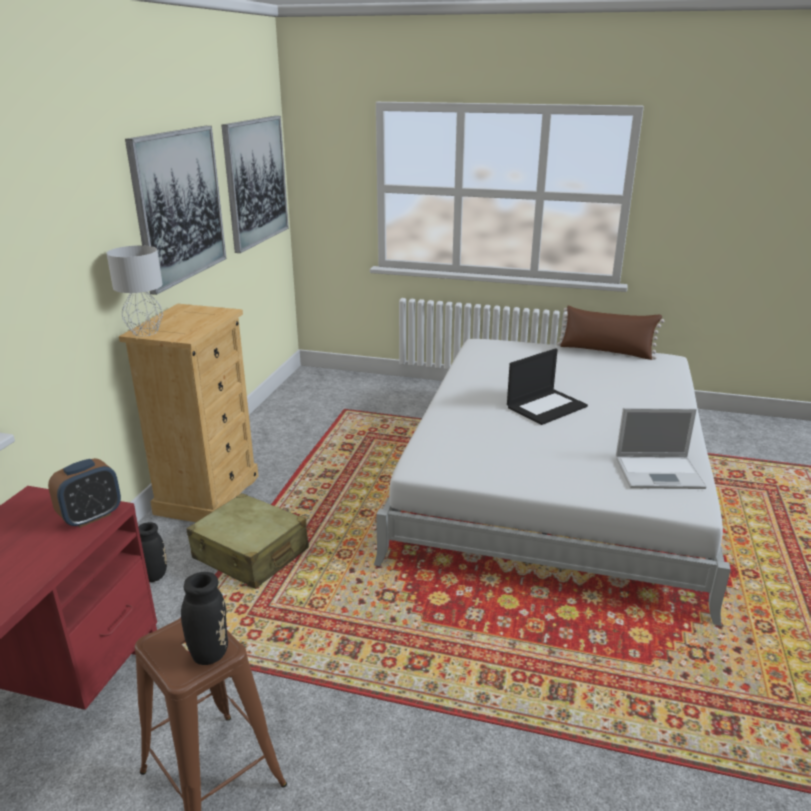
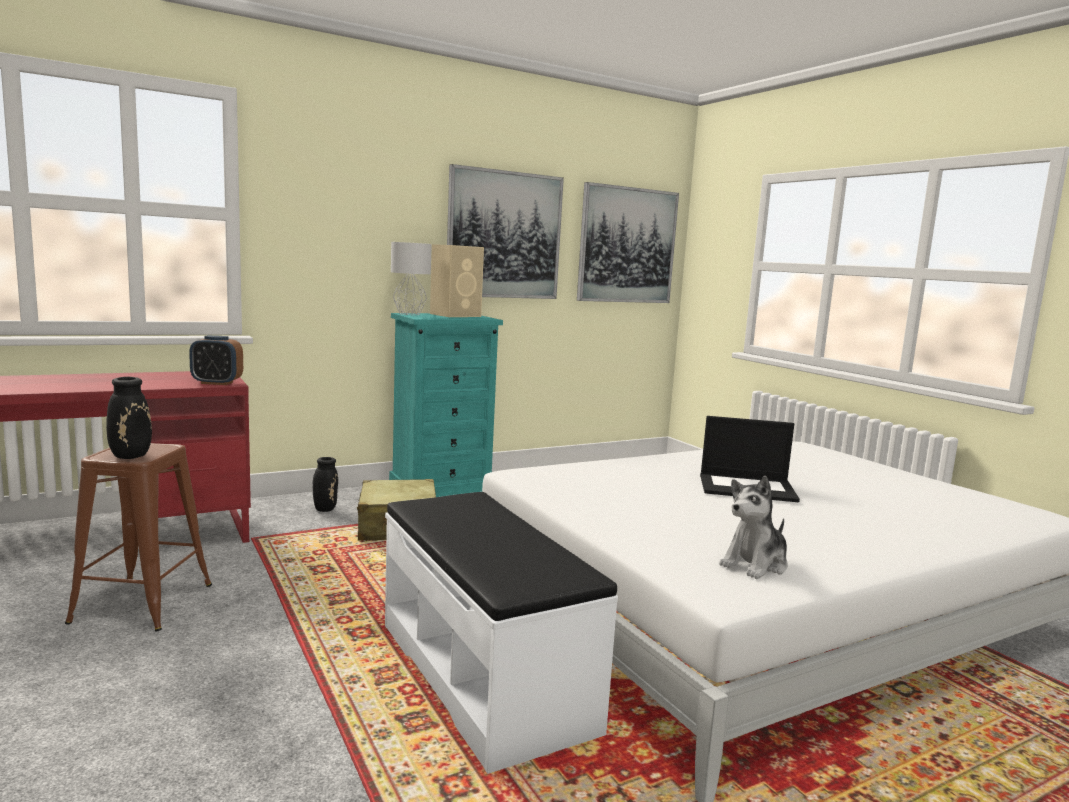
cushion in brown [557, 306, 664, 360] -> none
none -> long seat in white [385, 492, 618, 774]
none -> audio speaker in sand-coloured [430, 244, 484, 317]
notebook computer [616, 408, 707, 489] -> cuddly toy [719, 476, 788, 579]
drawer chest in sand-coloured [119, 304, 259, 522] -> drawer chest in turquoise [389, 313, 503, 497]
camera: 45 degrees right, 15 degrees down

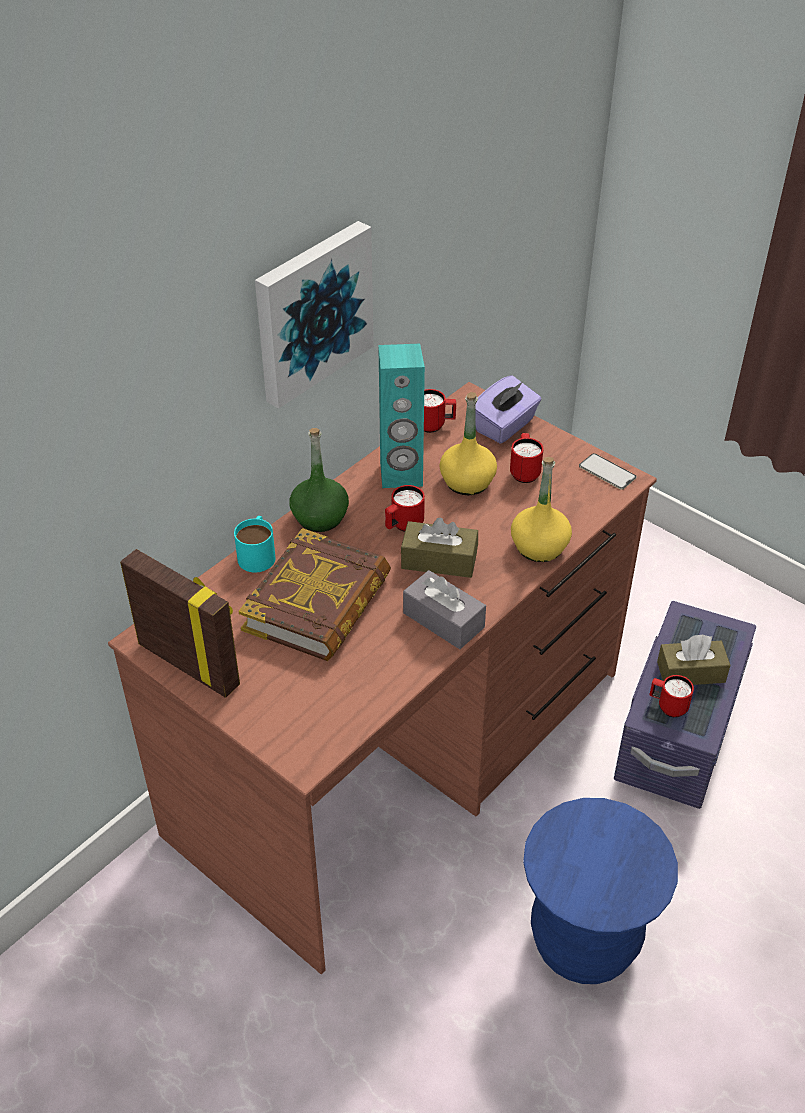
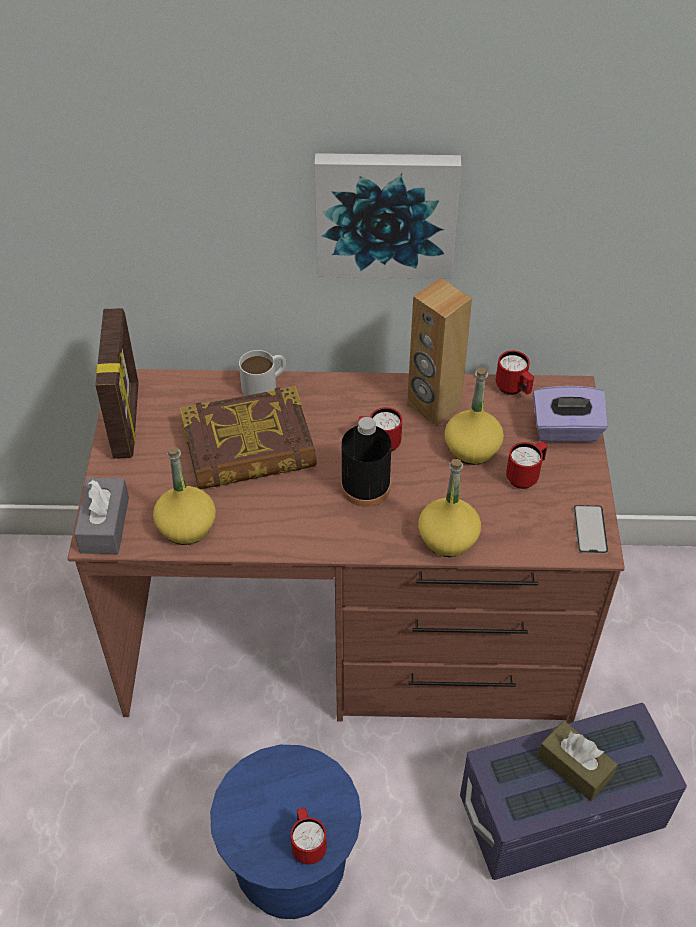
beverage bottle in green [289, 428, 349, 532] -> none
none -> beverage bottle in yellowish [153, 447, 216, 545]
box of tissues in greyish [403, 570, 486, 649] -> box of tissues in greyish [74, 478, 129, 554], relocated
coffee mug in red-coloured [649, 675, 694, 717] -> coffee mug in red-coloured [291, 808, 327, 865], relocated
box of tissues in brown [401, 518, 478, 578] -> beverage bottle in blackish [341, 417, 392, 507]
coffee mug in turquoise [234, 516, 276, 572] -> coffee mug in white [239, 350, 286, 396]
audio speaker in turquoise [378, 344, 425, 488] -> audio speaker in brown [407, 278, 472, 426]
camera: 50 degrees right, 5 degrees up

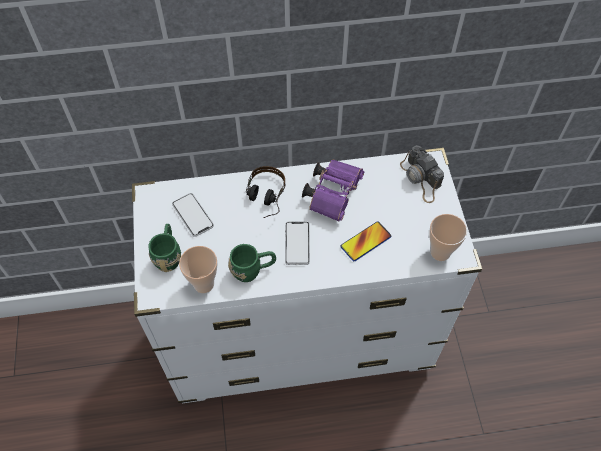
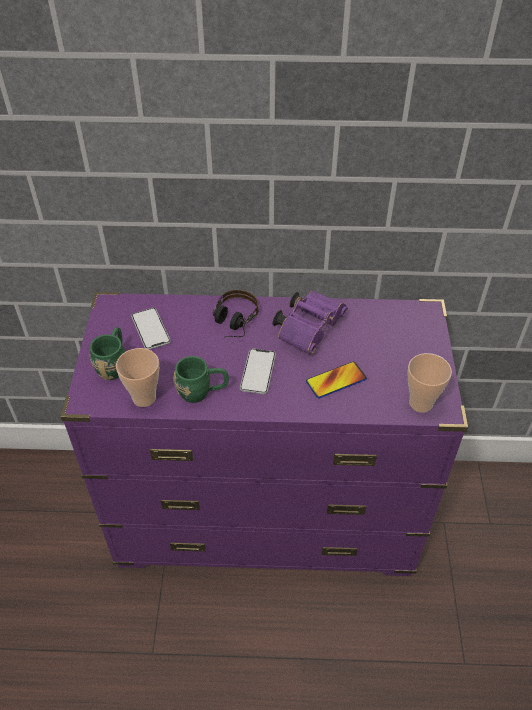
photo camera [400, 145, 444, 203] -> none
drawer chest in white [132, 148, 482, 403] -> drawer chest in purple-coloured [60, 292, 468, 576]
camera: 10 degrees right, 10 degrees down

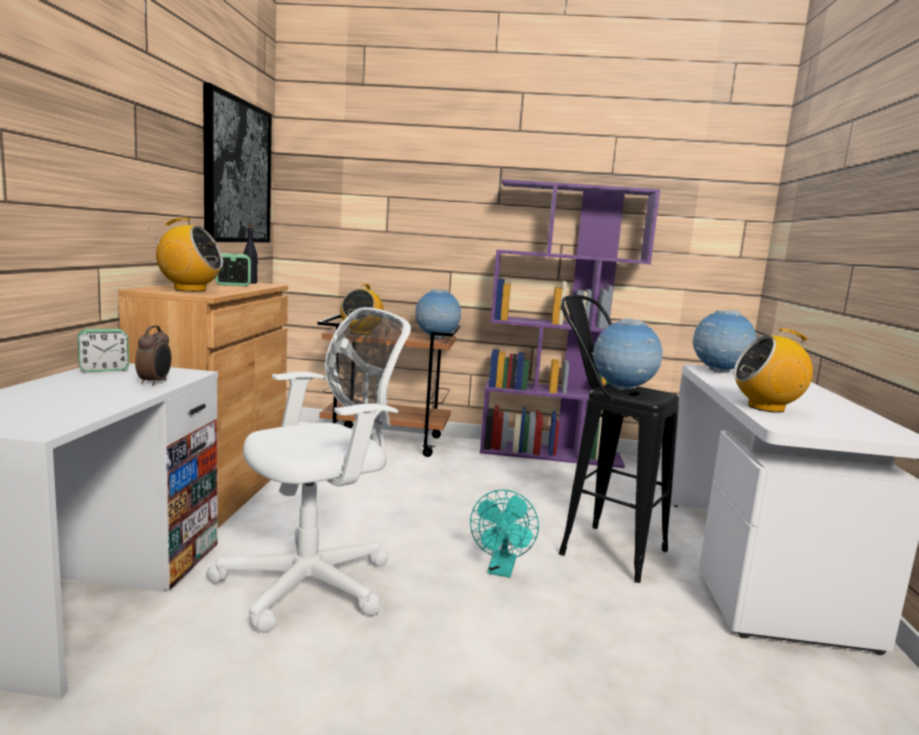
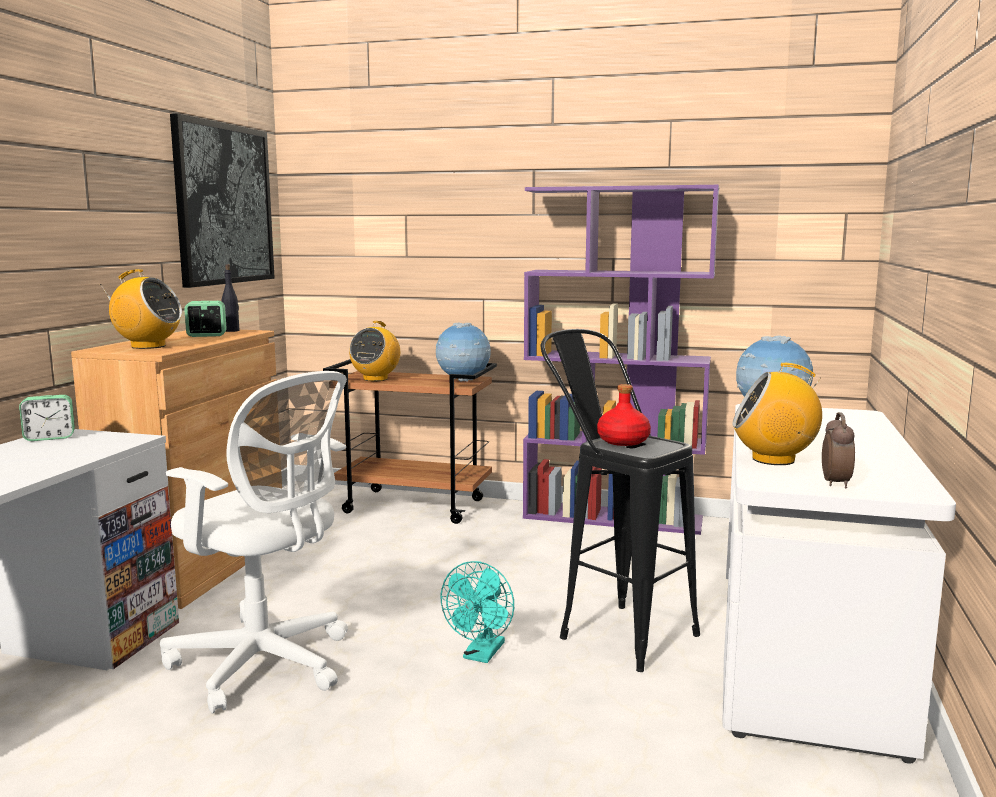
alarm clock [135, 325, 171, 386] -> alarm clock [822, 412, 855, 489], relocated
world globe [591, 318, 663, 390] -> beverage bottle in red-coloured [597, 384, 651, 446]
desk chair in white [206, 307, 411, 633] -> desk chair in white [160, 371, 348, 714], 60 degrees clockwise
camera: 10 degrees right, 0 degrees up

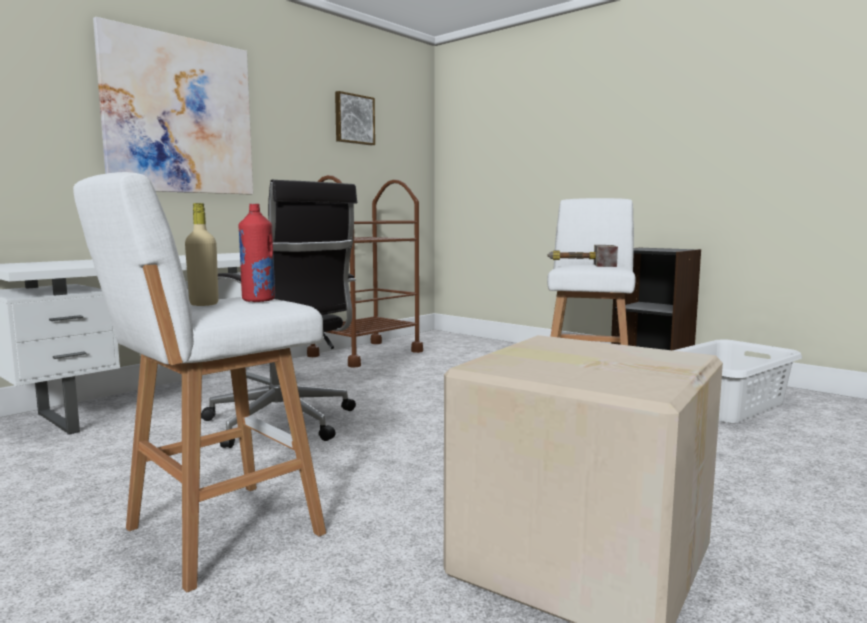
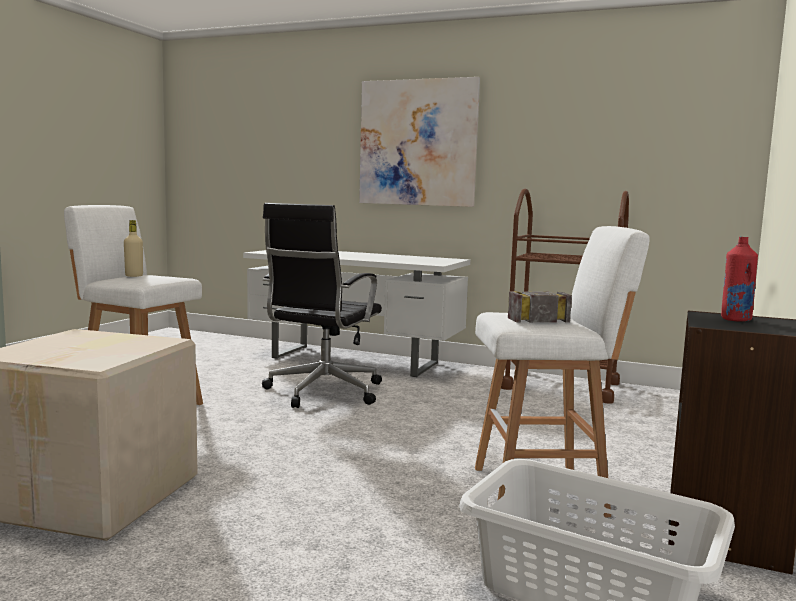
wall picture [335, 91, 375, 146] -> none
beverage bottle in red-coloured [238, 204, 275, 302] -> beverage bottle in red-coloured [721, 237, 758, 322], relocated
camera: 70 degrees right, 0 degrees up

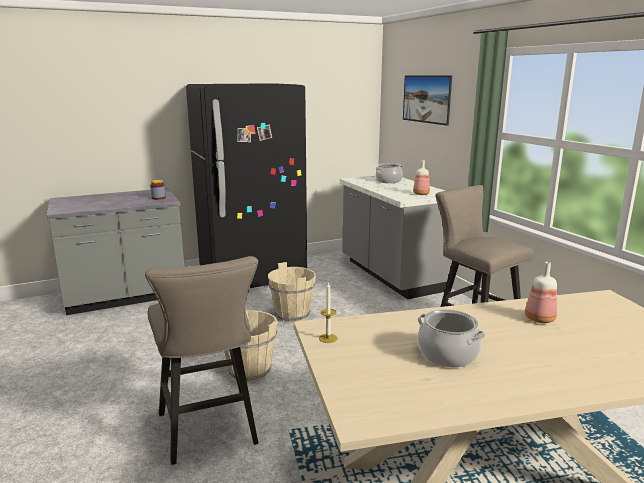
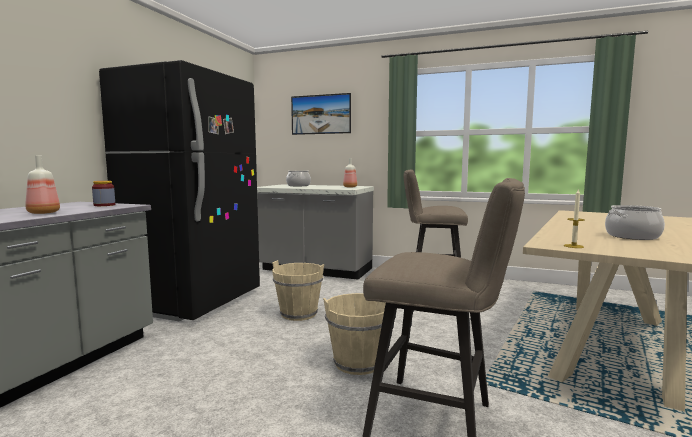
beverage bottle [525, 262, 557, 323] -> beverage bottle [25, 156, 60, 214], relocated
camera: 45 degrees left, 10 degrees down

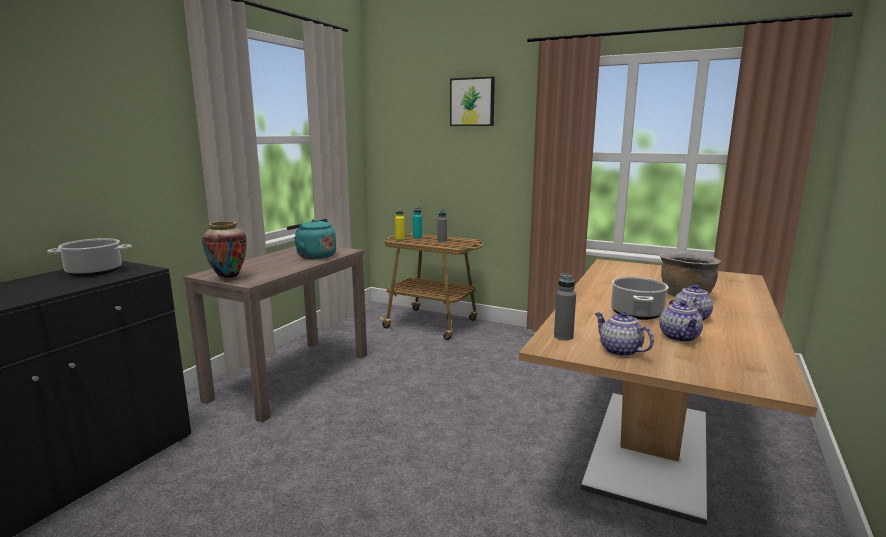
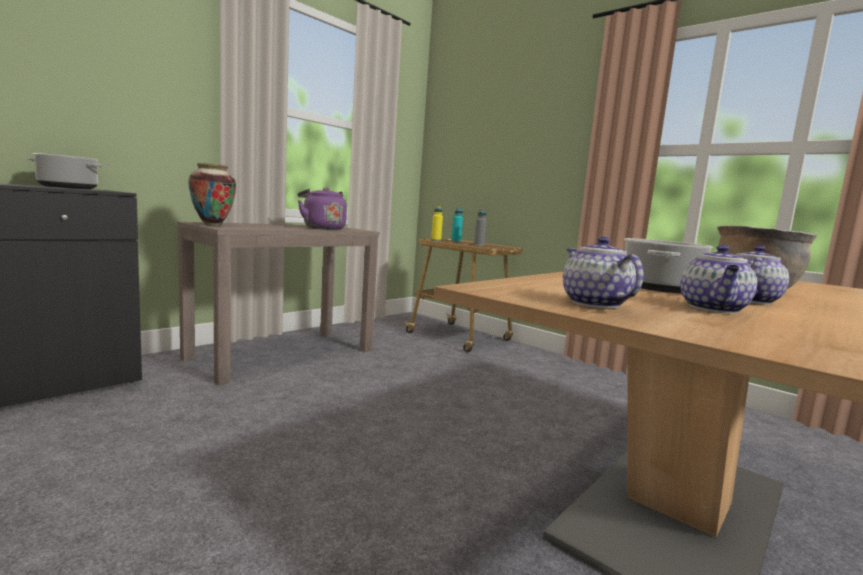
wall picture [450, 76, 495, 126] -> none
beverage bottle in greyish [554, 273, 576, 340] -> none
tea kettle in turquoise [287, 219, 336, 259] -> tea kettle in purple-coloured [298, 187, 347, 230]
camera: 15 degrees right, 5 degrees down

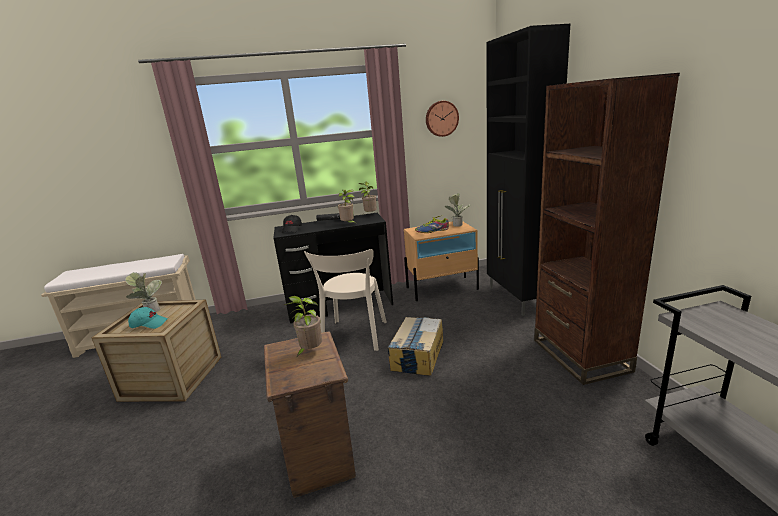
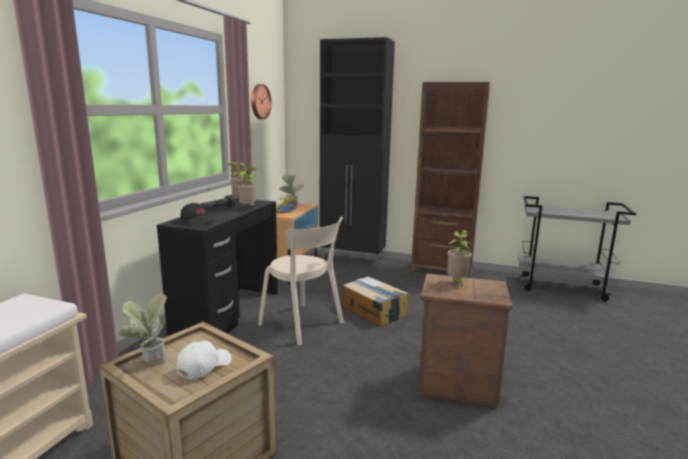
peaked cap in turquoise [128, 307, 168, 329] -> peaked cap in white [177, 341, 232, 380]
camera: 60 degrees left, 5 degrees down

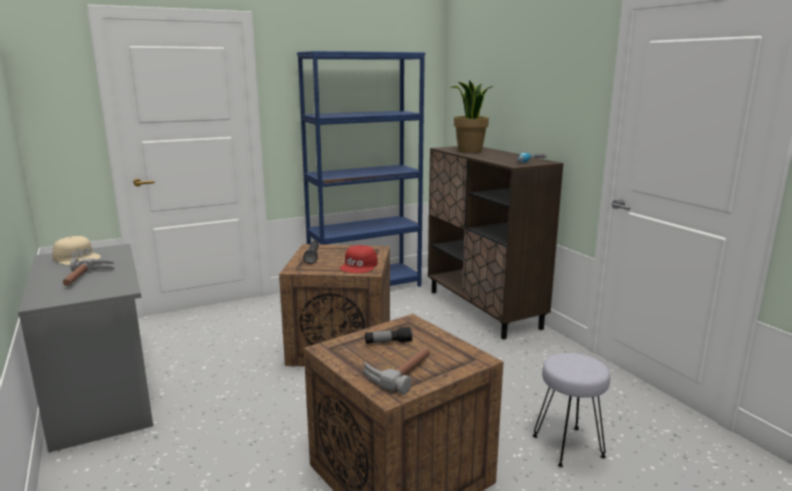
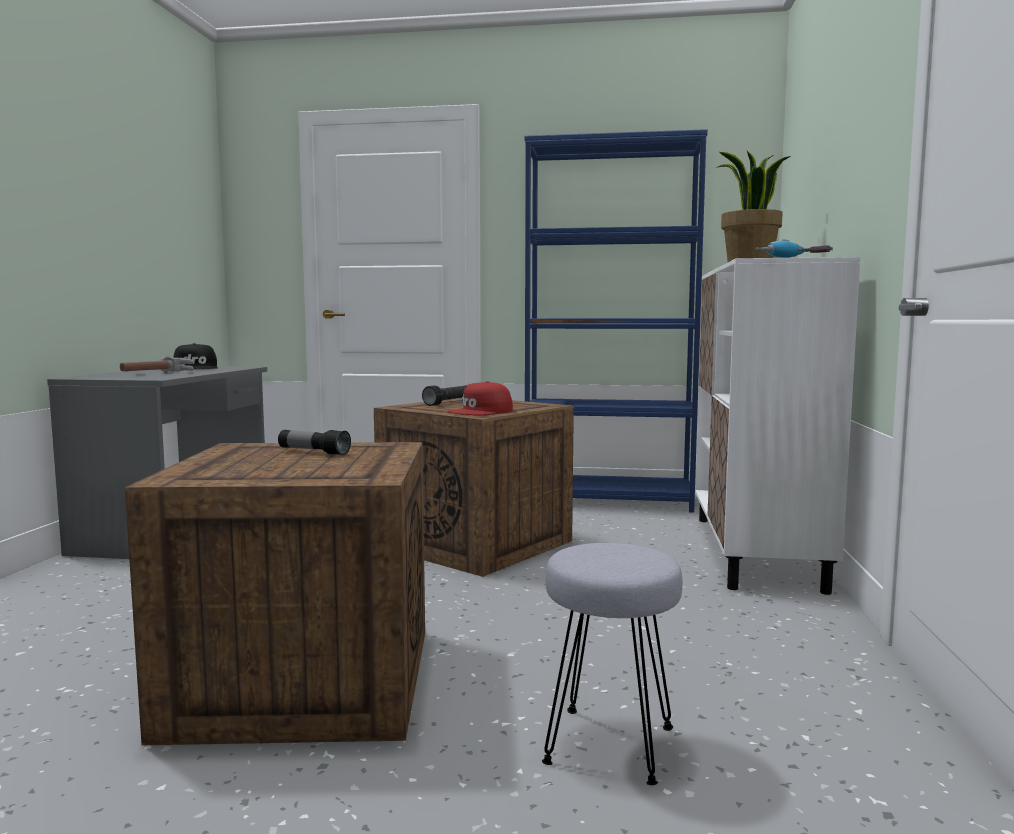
tool hammer [364, 348, 430, 395] -> none
peaked cap in sand-coloured [52, 236, 101, 265] -> peaked cap in blackish [173, 343, 218, 369]
cabinet in brown [428, 146, 564, 340] -> cabinet in white [695, 257, 860, 595]
camera: 35 degrees right, 10 degrees down

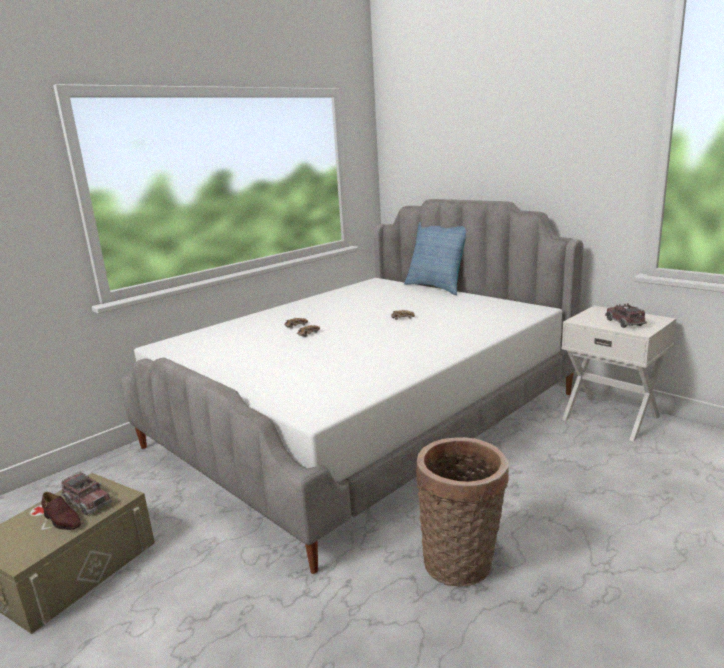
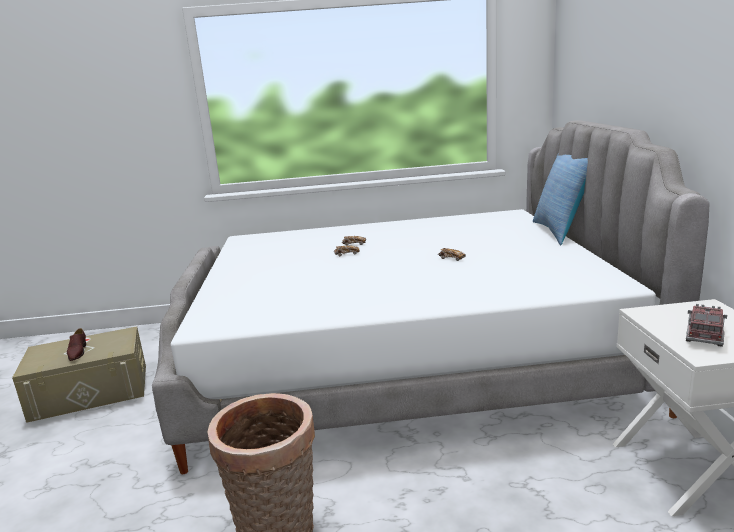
toy truck [61, 472, 112, 515] -> none
camera: 40 degrees right, 0 degrees up

